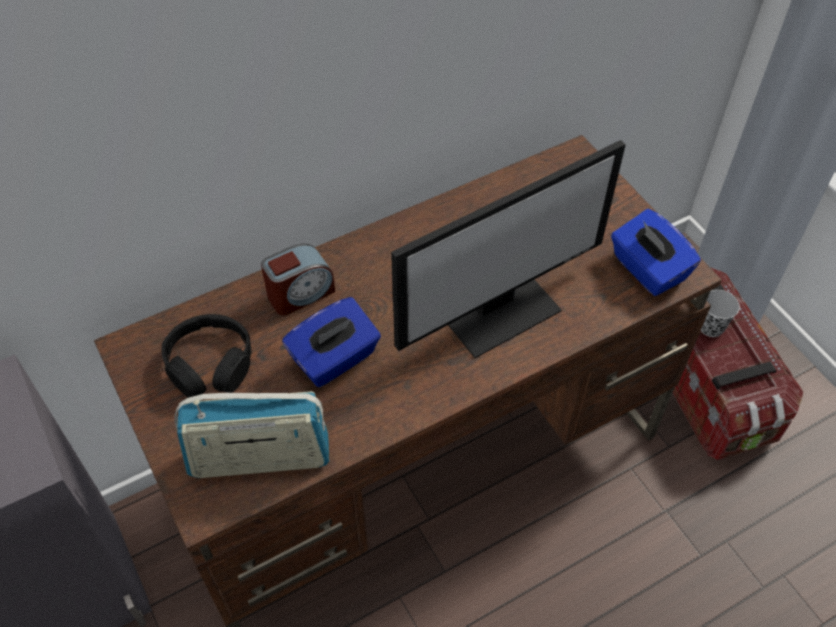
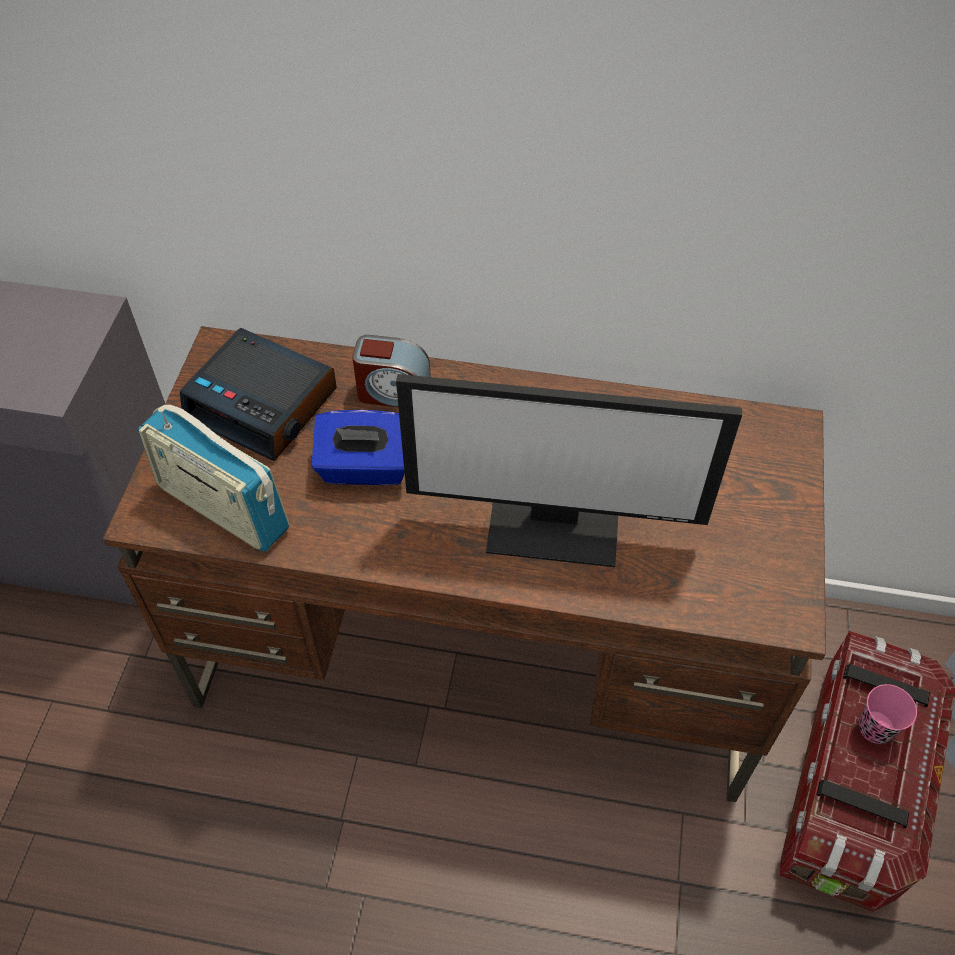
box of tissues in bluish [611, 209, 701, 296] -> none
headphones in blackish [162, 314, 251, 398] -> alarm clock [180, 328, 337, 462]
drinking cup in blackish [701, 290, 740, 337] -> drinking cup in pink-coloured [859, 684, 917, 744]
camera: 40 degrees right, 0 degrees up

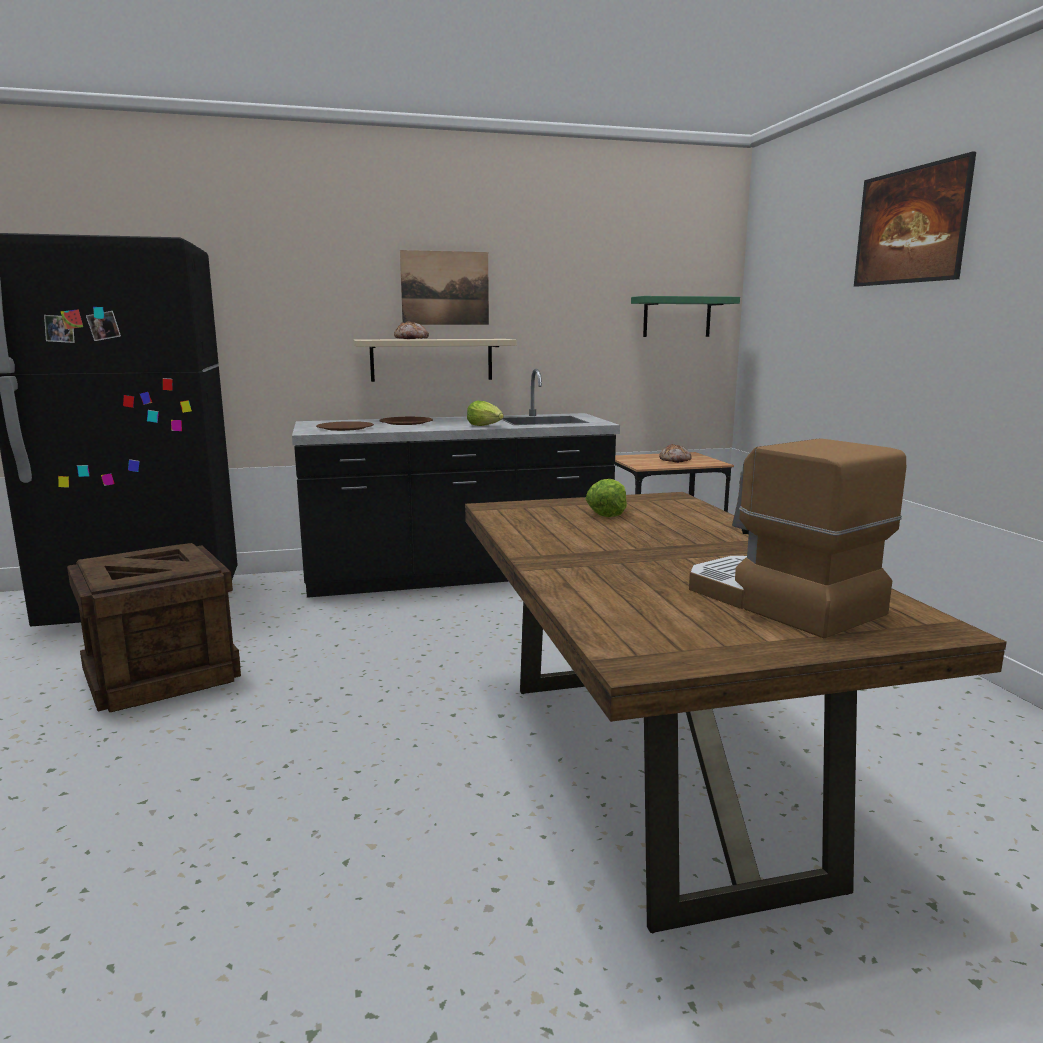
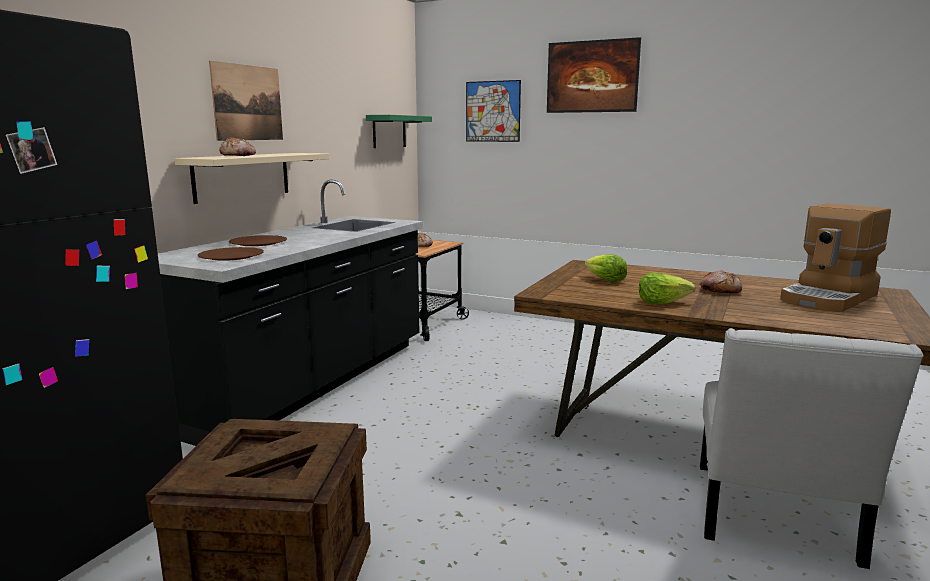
none -> wall picture [466, 80, 521, 142]
none -> bakery bread [699, 271, 742, 293]
none -> plain chair in white [700, 328, 923, 569]
lettuce [467, 400, 504, 426] -> lettuce [639, 272, 695, 304], relocated
coffee maker [689, 438, 906, 638] -> coffee maker [780, 203, 891, 312], 45 degrees counterclockwise
camera: 50 degrees left, 0 degrees up

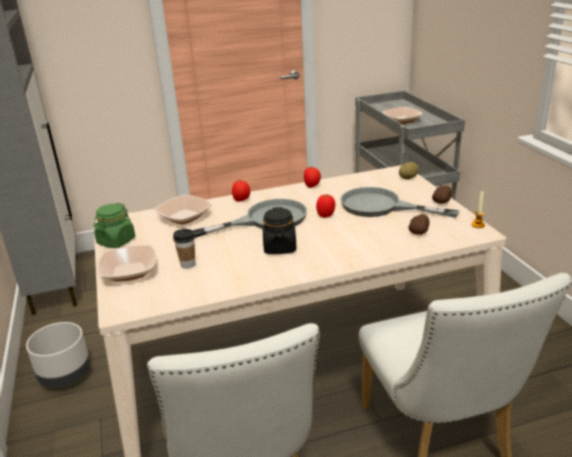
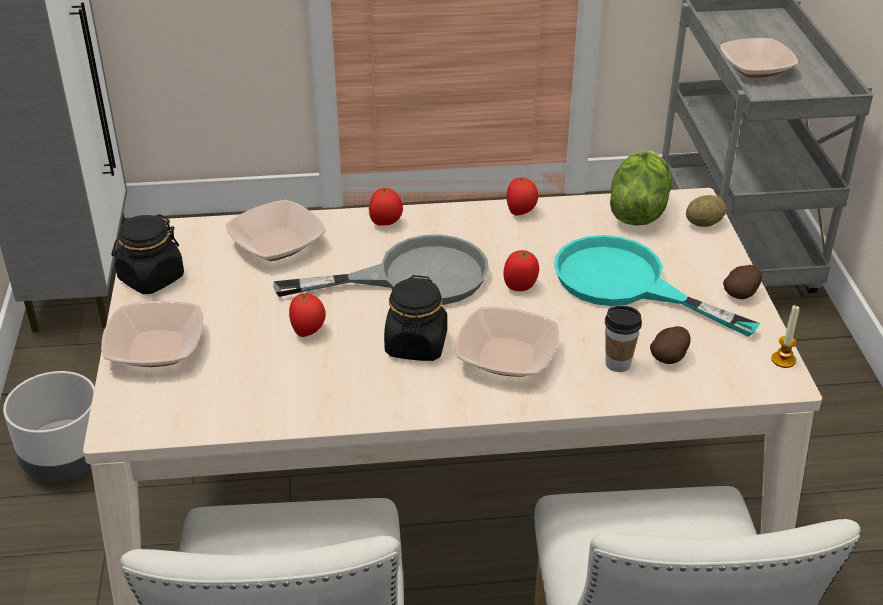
none -> whole tomato [289, 292, 326, 337]
none -> deep dish [455, 307, 559, 377]
none -> lettuce [610, 151, 671, 226]
drinking cup [173, 229, 195, 269] -> drinking cup [605, 306, 642, 372], relocated
storage jar in green [93, 203, 135, 248] -> storage jar in blackish [112, 214, 184, 294]
frying pan in greyish [340, 187, 459, 218] -> frying pan in turquoise [554, 235, 760, 337]
camera: 10 degrees right, 10 degrees up

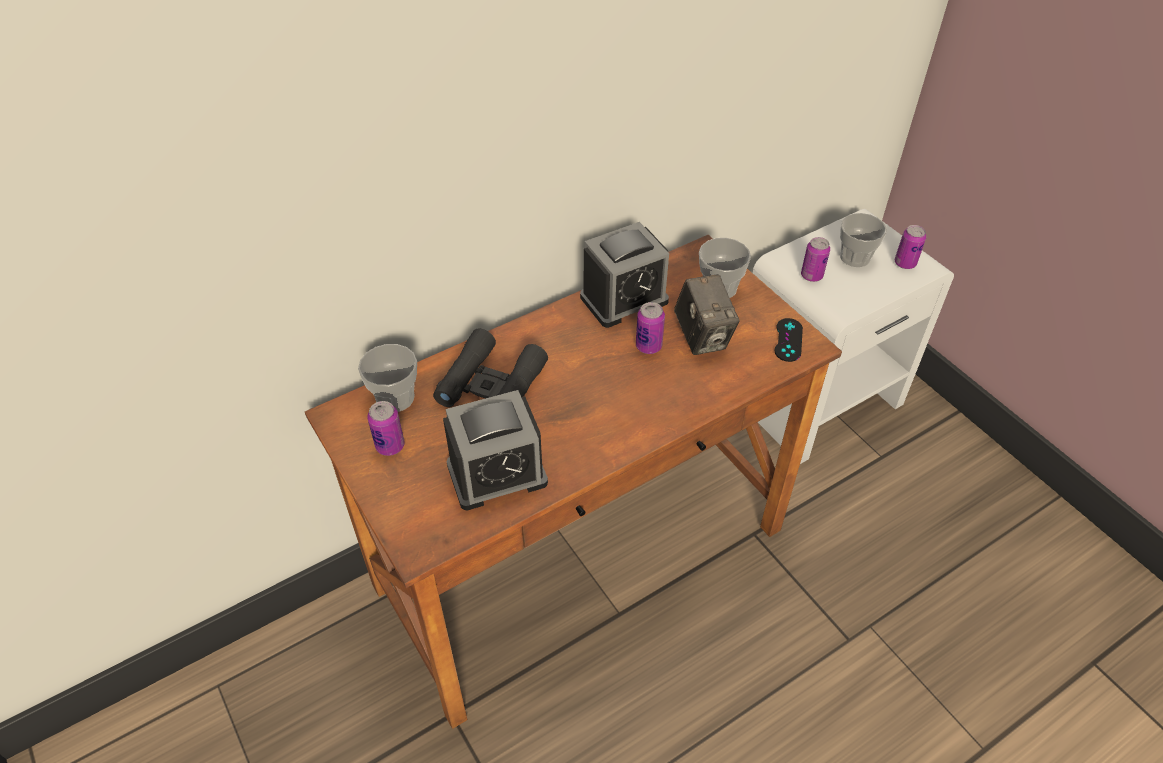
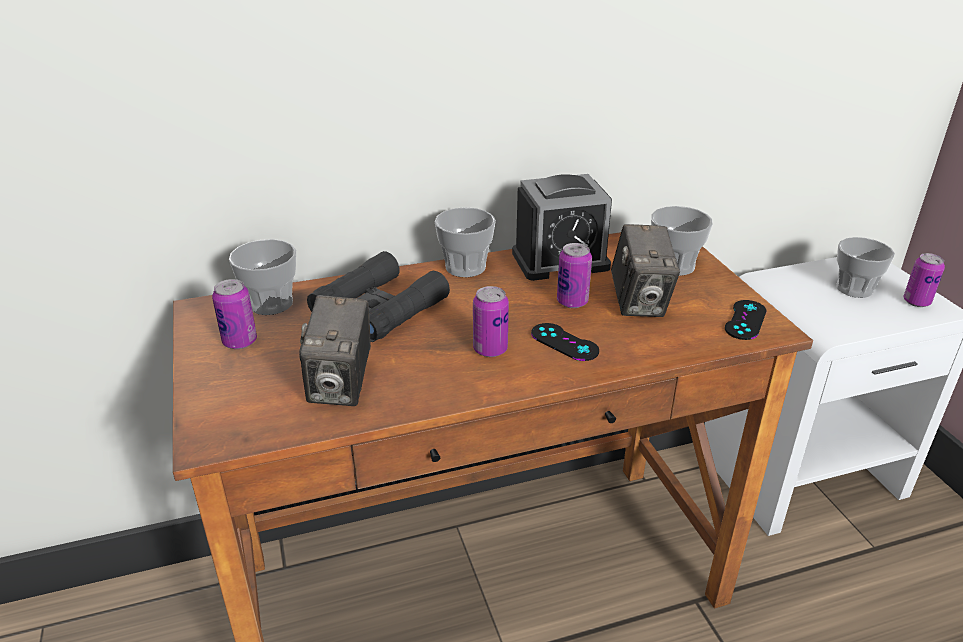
none -> drinking cup [434, 207, 496, 277]
none -> joypad in blackish [531, 323, 599, 361]
metal can [801, 237, 830, 282] -> metal can [473, 286, 509, 357], relocated
alarm clock [443, 390, 548, 511] -> photo camera [299, 295, 371, 406]
camera: 15 degrees right, 15 degrees down

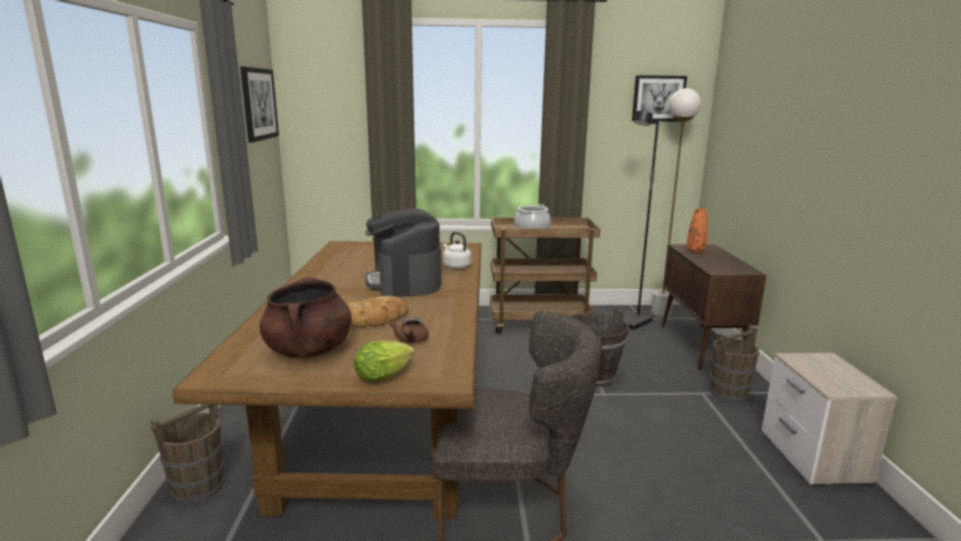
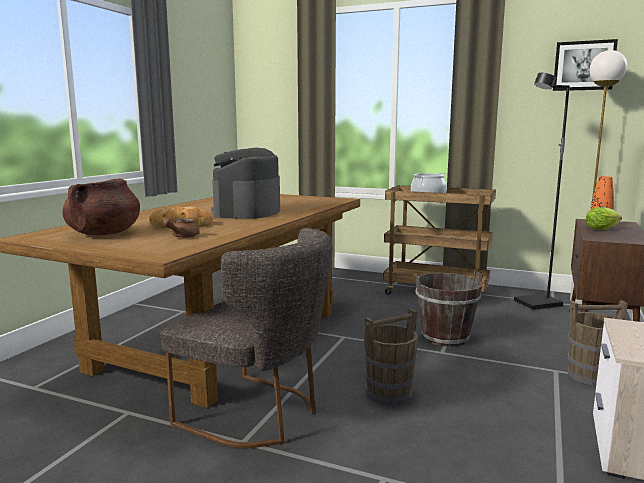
wall picture [240, 67, 279, 142] -> none
tea kettle in white [443, 232, 471, 269] -> none
water bucket in brown [150, 404, 224, 504] -> water bucket in brown [364, 308, 418, 405], relocated
lettuce [354, 340, 415, 382] -> lettuce [586, 207, 622, 230], relocated
camera: 25 degrees right, 5 degrees down

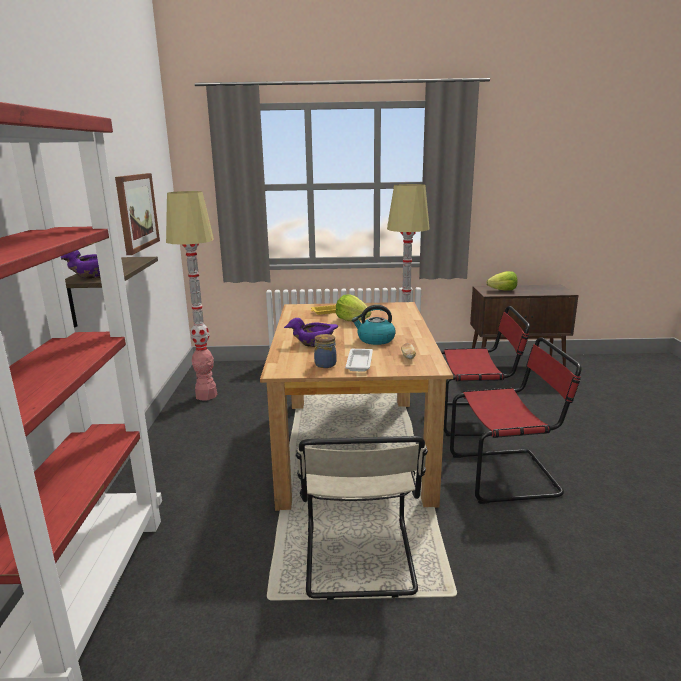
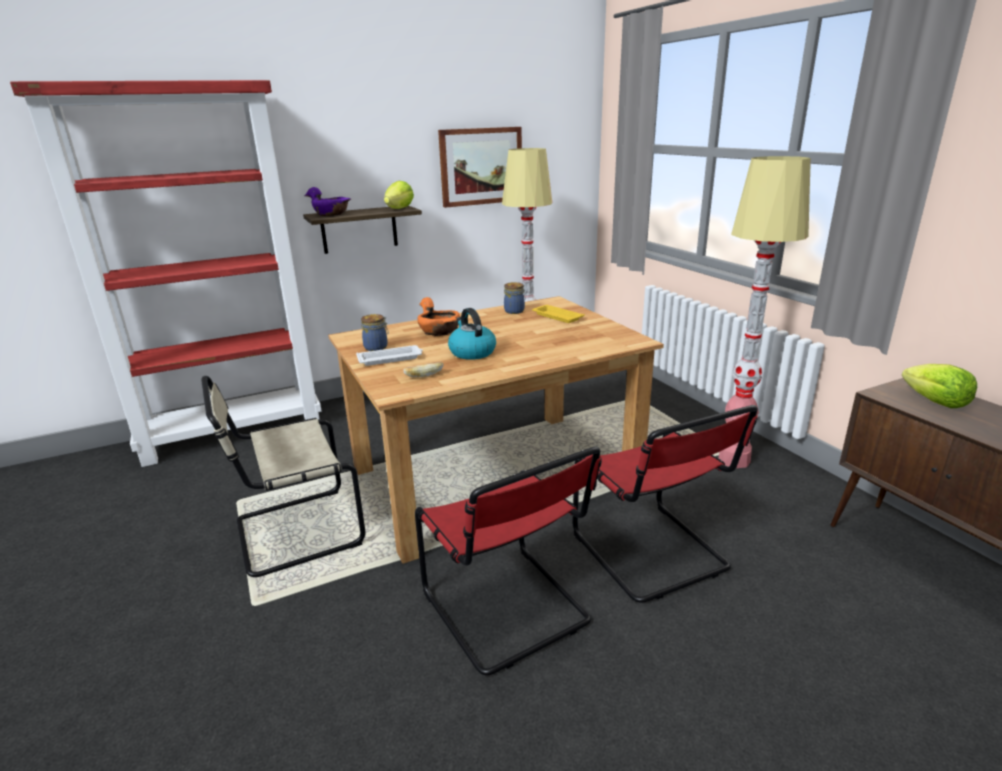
none -> storage jar [504, 282, 526, 314]
lettuce [336, 295, 371, 321] -> lettuce [384, 181, 414, 209], relocated
deep dish in purple-coloured [284, 318, 338, 347] -> deep dish in orangey [417, 297, 460, 336]
camera: 65 degrees right, 5 degrees up

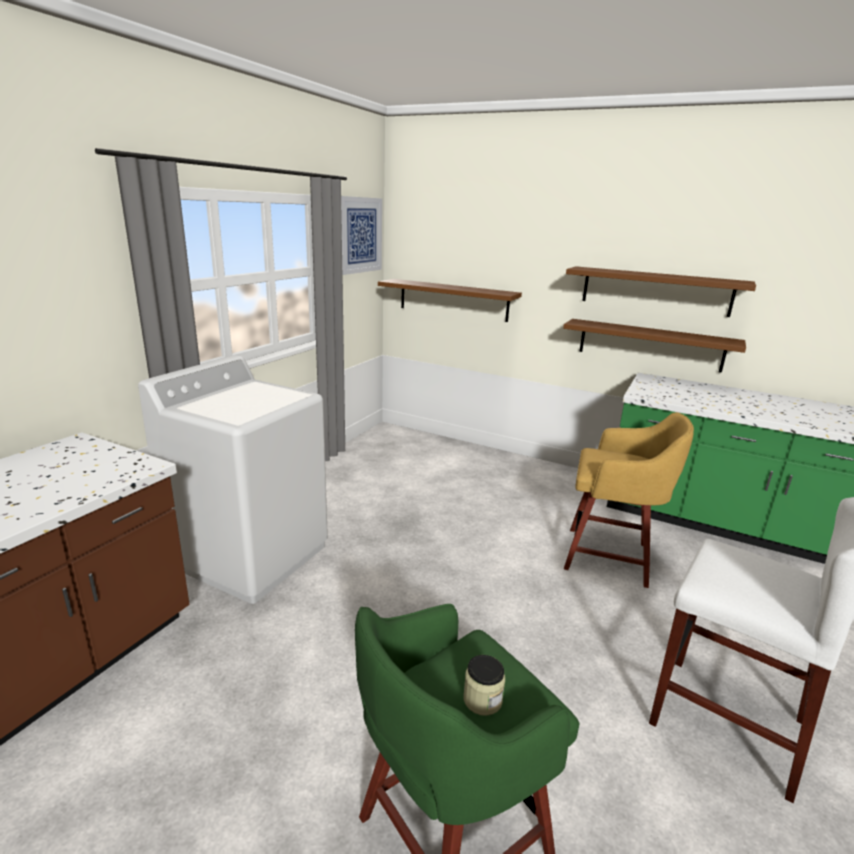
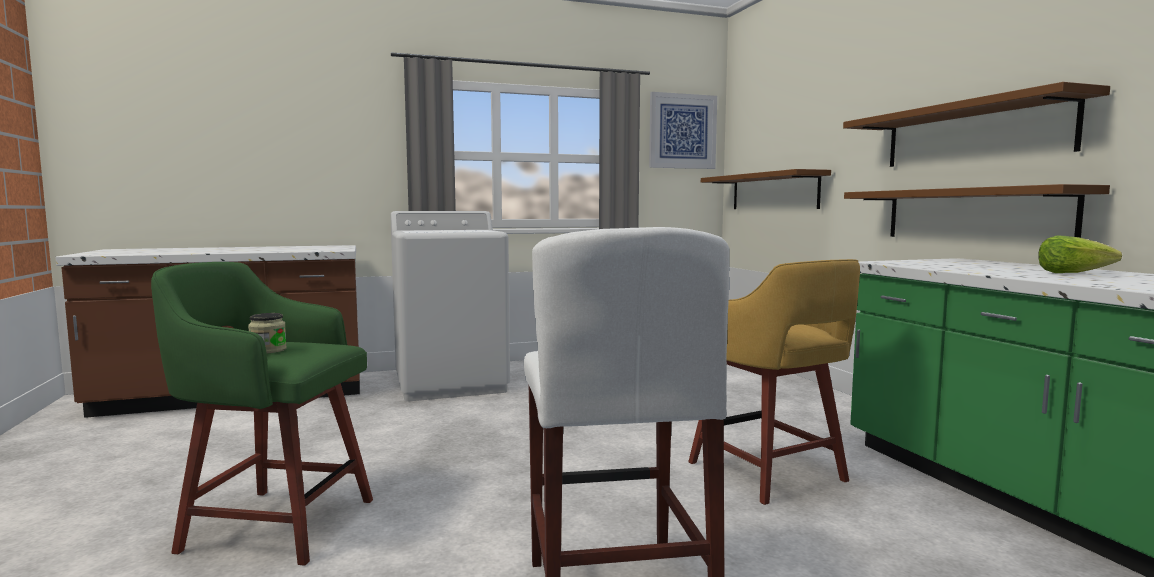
none -> lettuce [1038, 236, 1122, 273]
camera: 45 degrees right, 15 degrees down

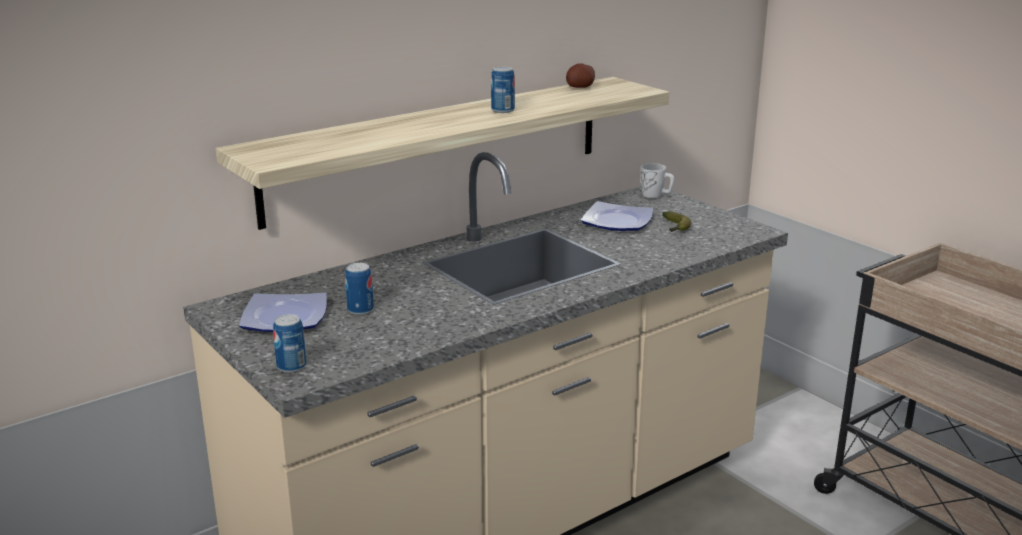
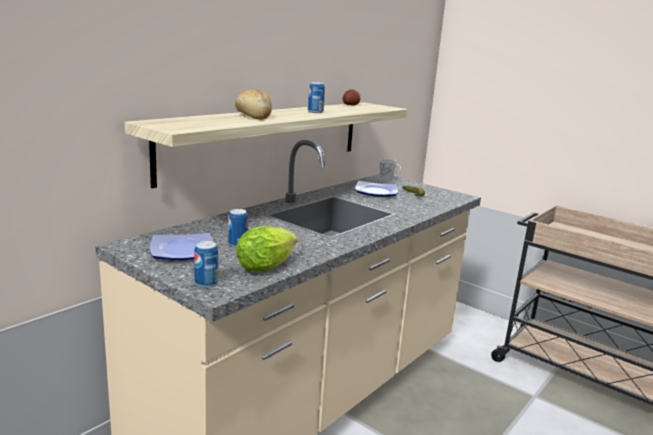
none -> bakery bread [235, 89, 272, 120]
none -> lettuce [236, 226, 298, 272]
camera: 15 degrees left, 5 degrees down

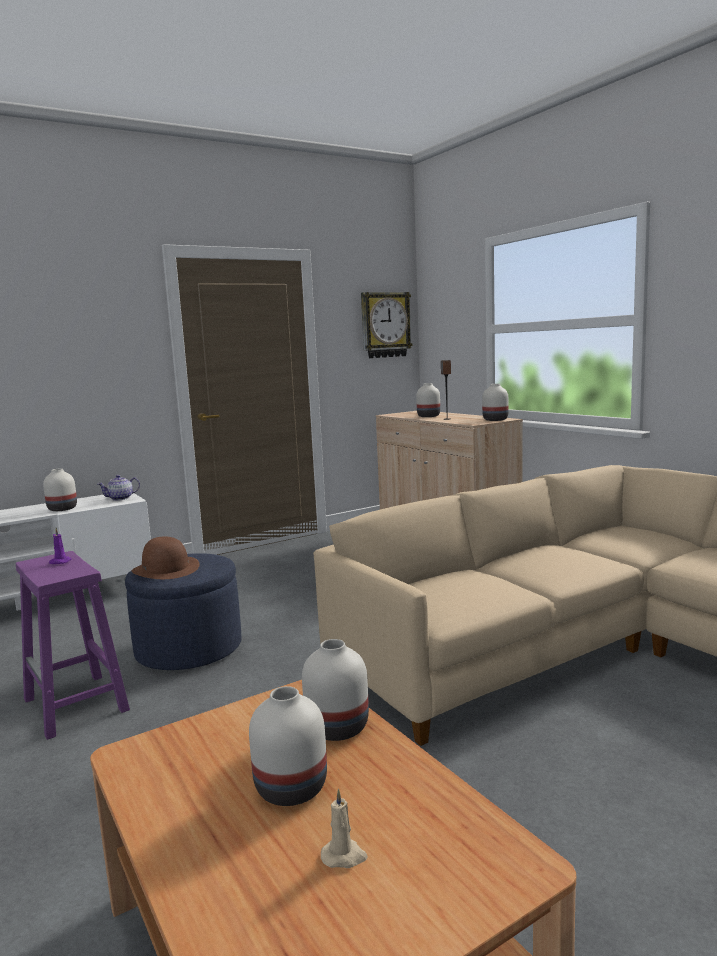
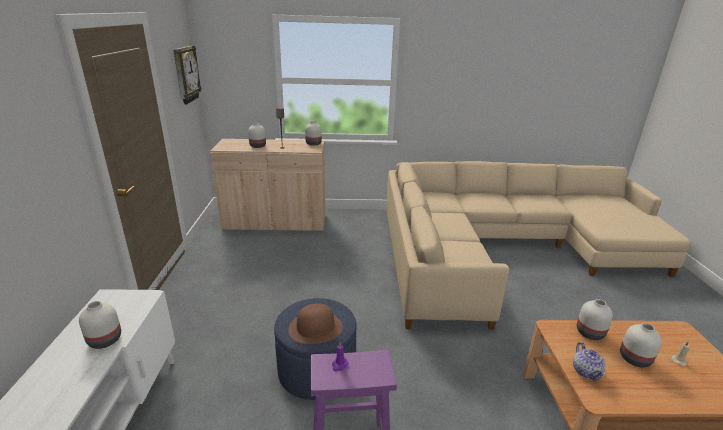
pot for tea [98, 475, 140, 501] -> pot for tea [573, 342, 606, 381], relocated
camera: 60 degrees left, 15 degrees up

